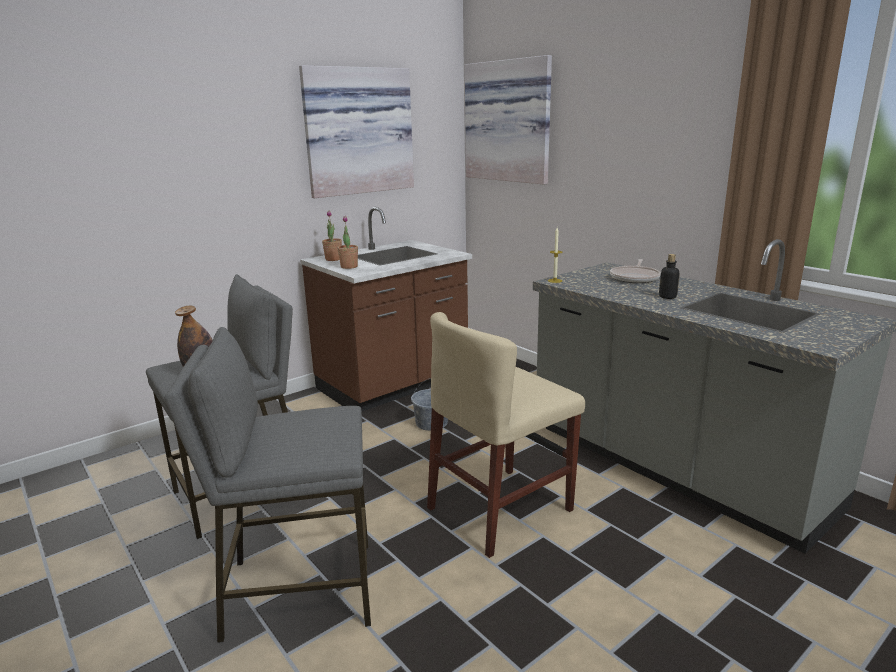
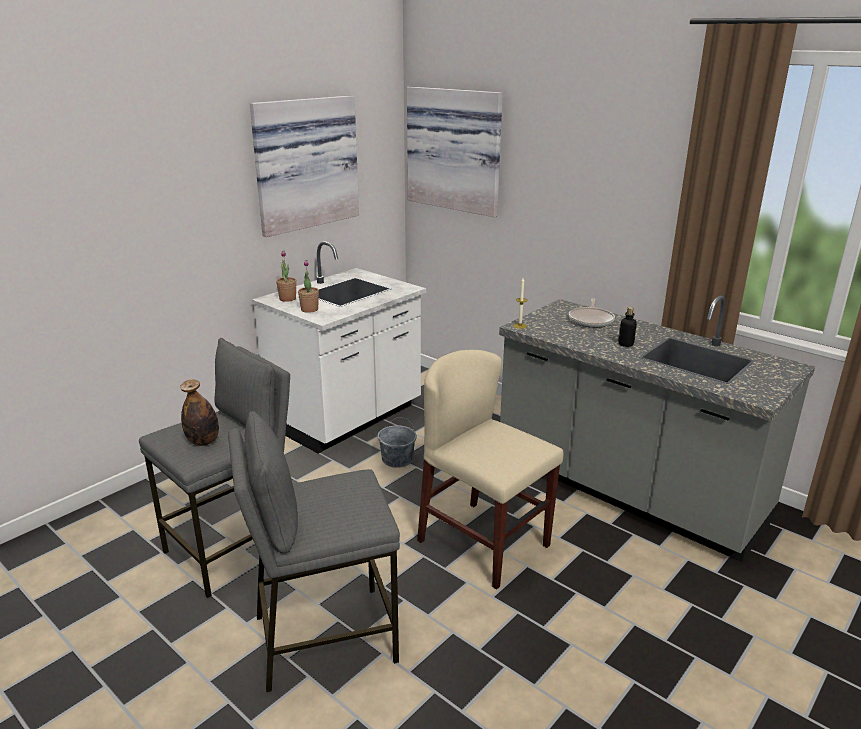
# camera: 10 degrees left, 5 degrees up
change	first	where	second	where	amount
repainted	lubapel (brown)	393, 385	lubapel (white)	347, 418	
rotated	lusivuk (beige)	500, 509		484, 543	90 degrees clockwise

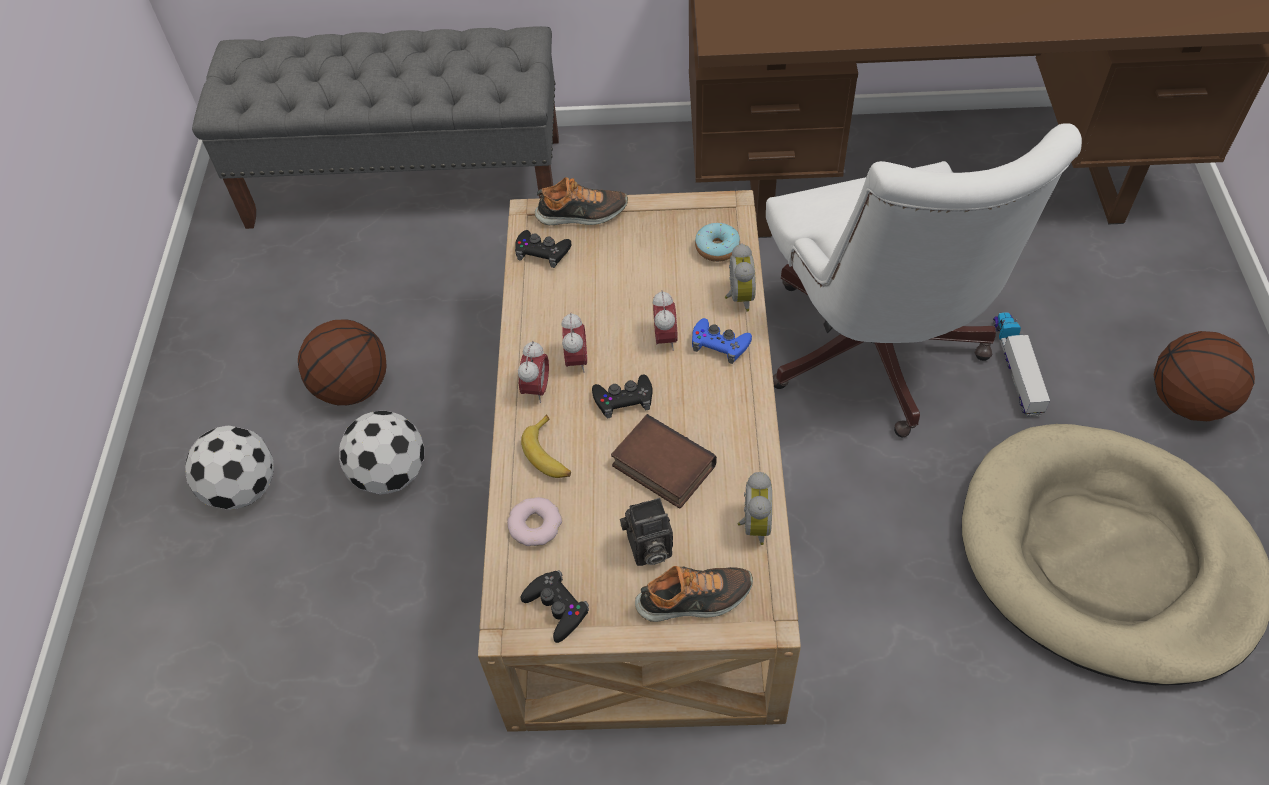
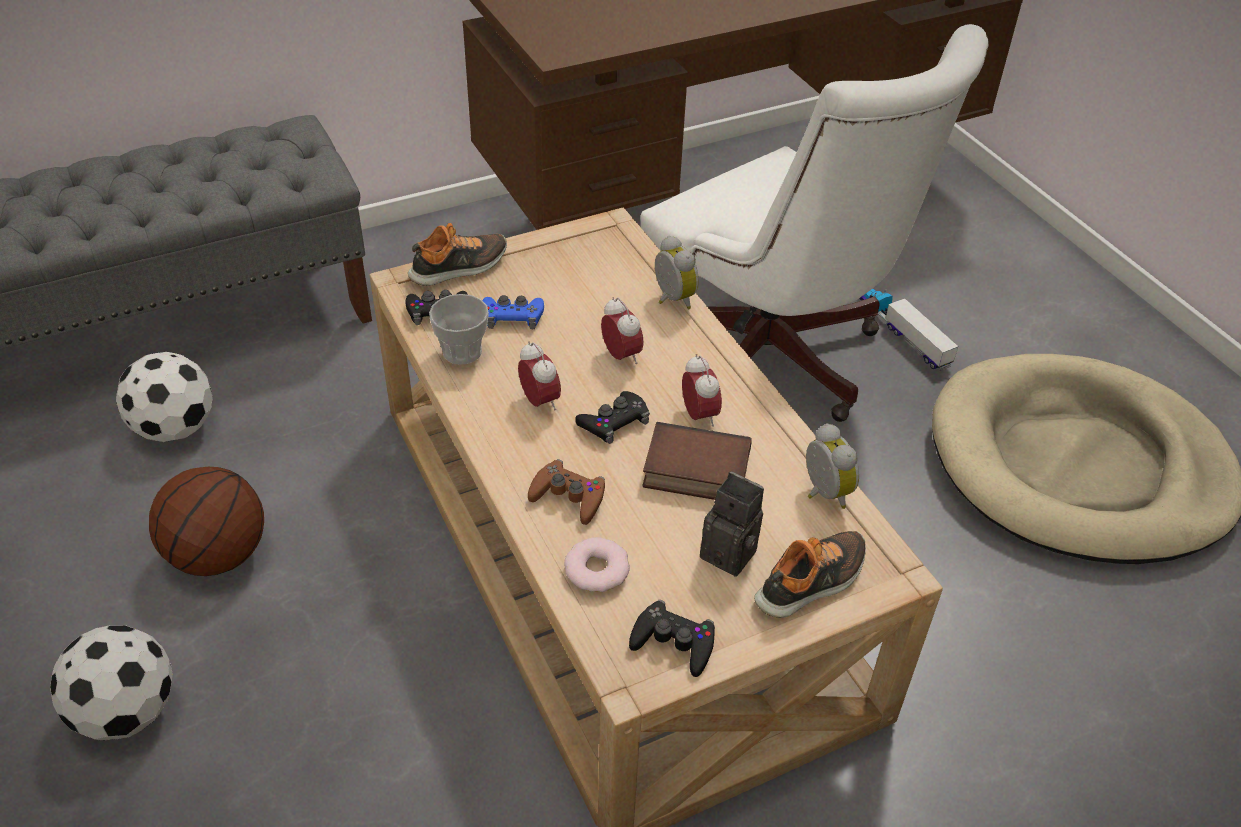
# camera: 30 degrees left, 10 degrees down
change	first	where	second	where	amount
shifted	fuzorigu	391, 473		175, 427	
shifted	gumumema	536, 389		699, 415	
swapped	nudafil	549, 454	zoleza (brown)	568, 497	
rotated	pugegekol	648, 550		732, 553	105 degrees counterclockwise
shifted	zoleza (blue)	720, 344		512, 317	
gone	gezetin	717, 248			
gone	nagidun	1188, 401			
new			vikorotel	462, 351	

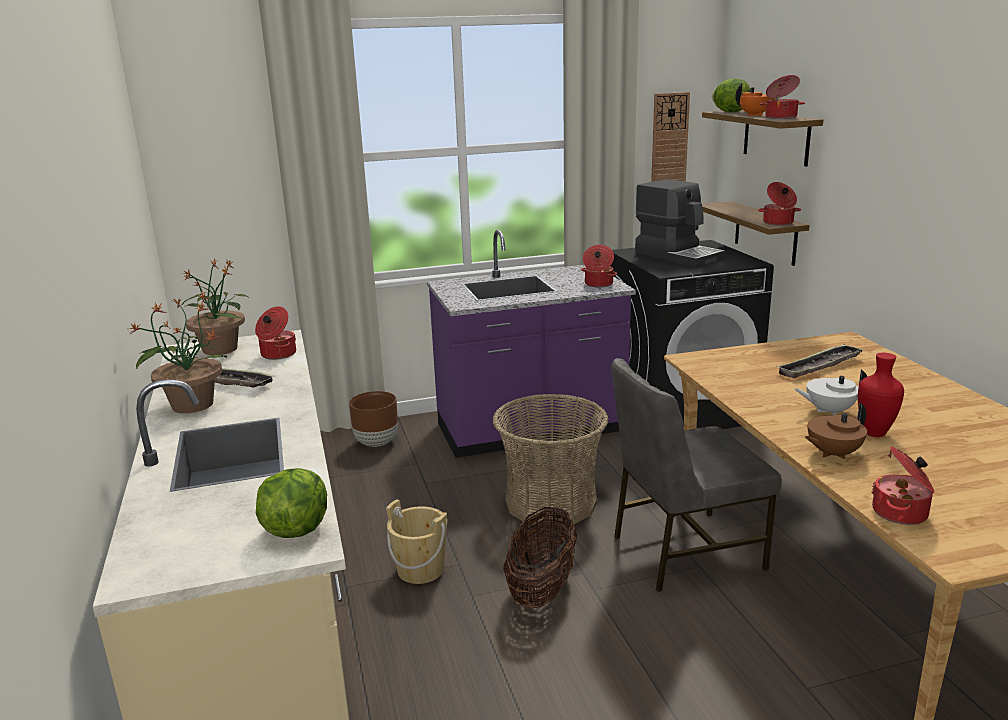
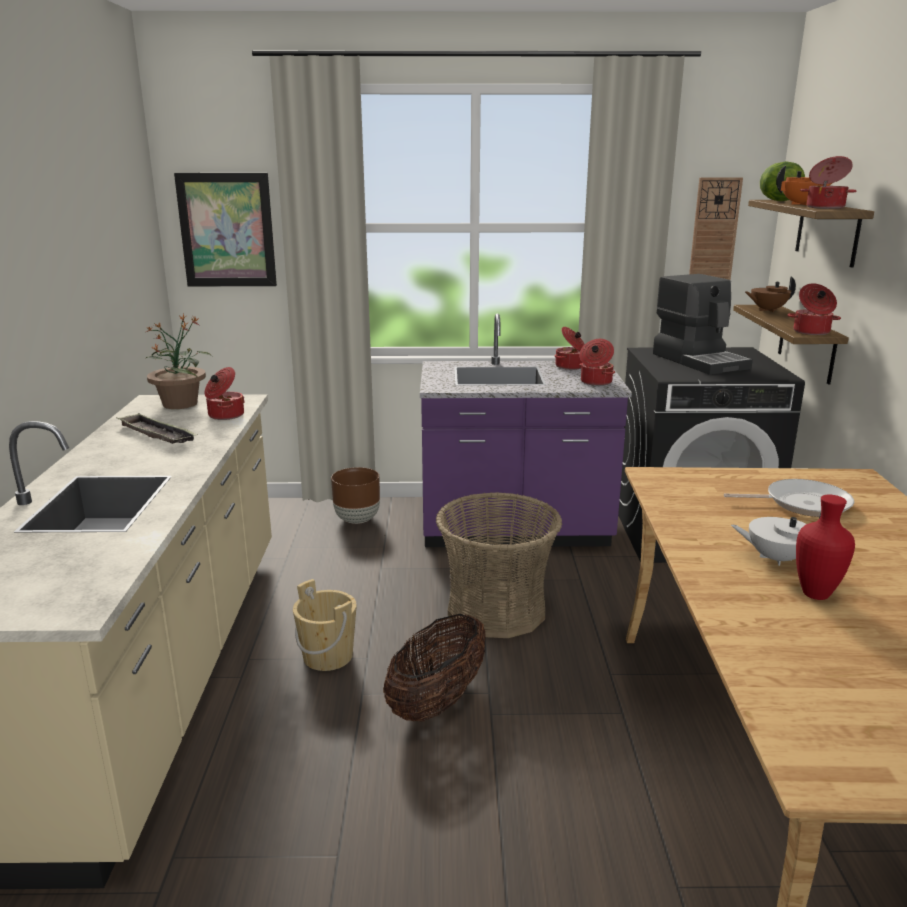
# camera: 15 degrees right, 0 degrees up
change	first	where	second	where	amount
gone	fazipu	191, 404			
gone	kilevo	296, 528			
gone	lusivuk (grey)	684, 551			
swapped	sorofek	820, 366	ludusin	802, 503	
shifted	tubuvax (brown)	832, 453		767, 310	
shifted	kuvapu	901, 513		570, 366	
new			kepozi	227, 230	

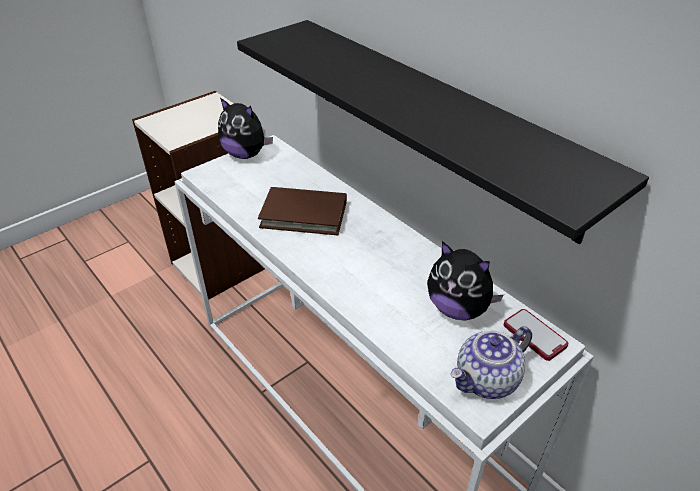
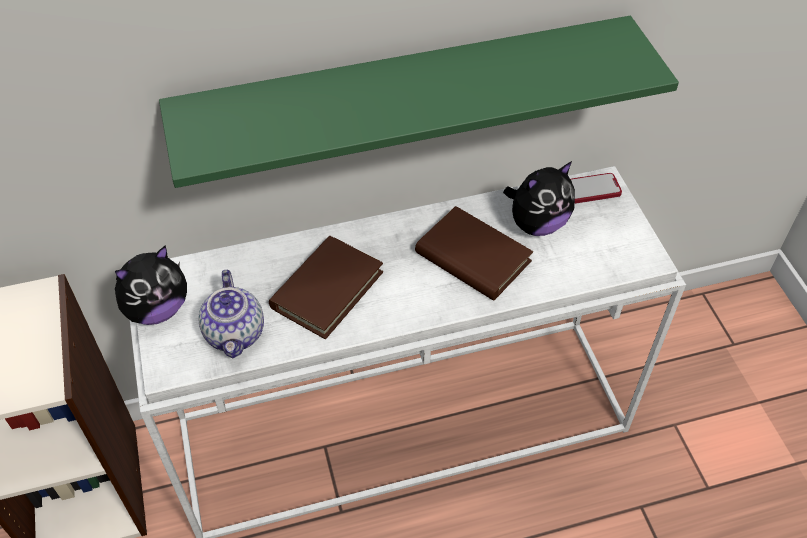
# camera: 65 degrees left, 10 degrees up
change	first	where	second	where	amount
repainted	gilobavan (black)	437, 122	gilobavan (green)	405, 94	
shifted	tubuvax	487, 380		236, 334	
new			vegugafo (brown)	472, 257	

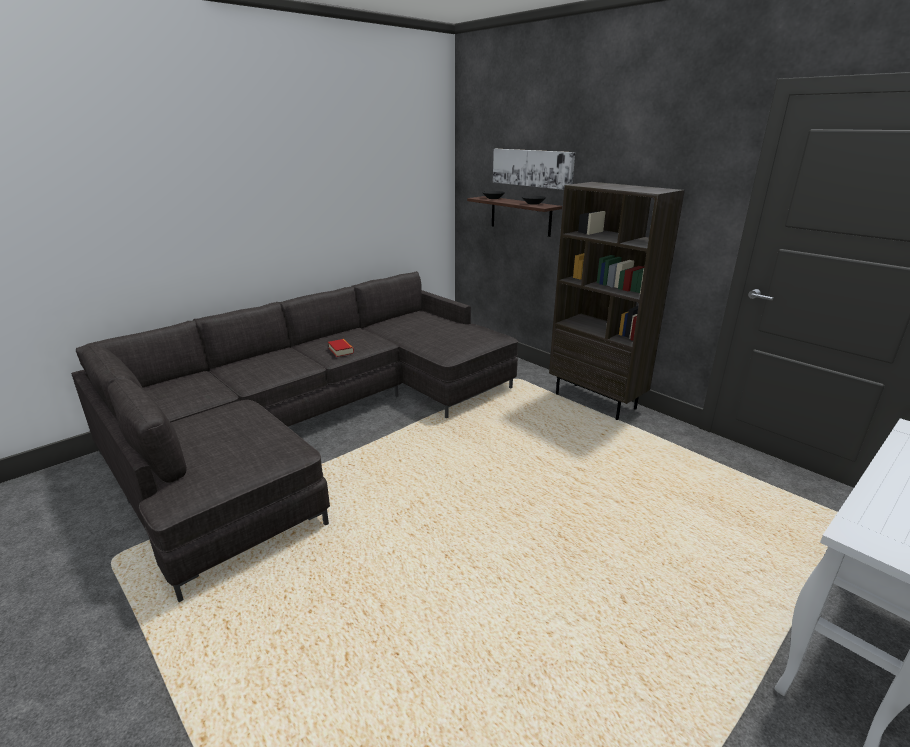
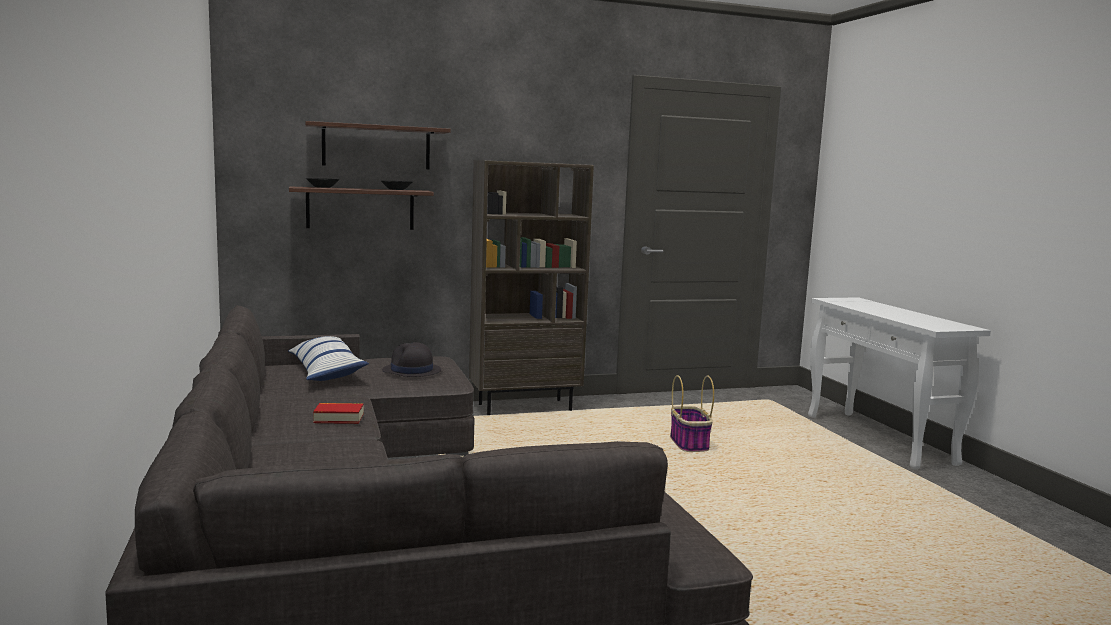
# camera: 65 degrees left, 15 degrees down
change	first	where	second	where	amount
swapped	kepozi	532, 168	gilobavan	376, 146	
new			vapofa	326, 371	
new			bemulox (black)	411, 371	
new			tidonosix	689, 444	

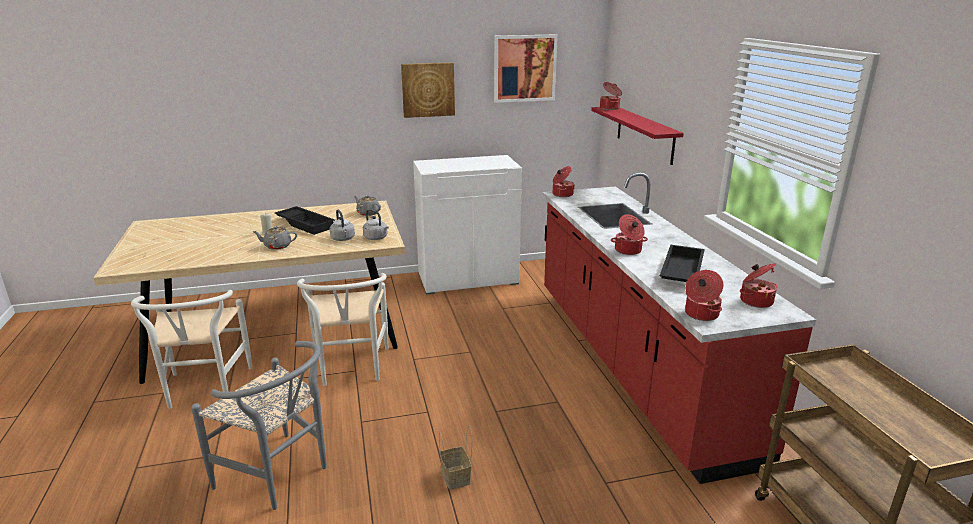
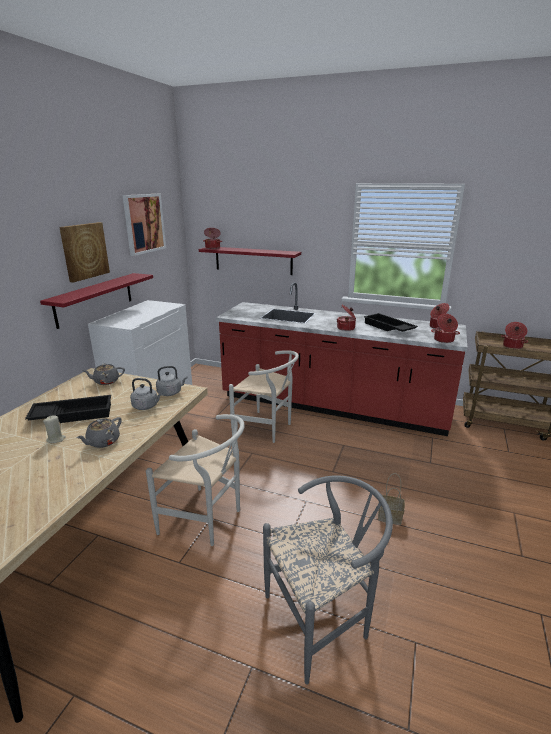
# camera: 55 degrees left, 0 degrees up
change	first	where	second	where	amount
shifted	lusivuk (white)	204, 391		267, 429	
shifted	kuvapu	562, 194		512, 346	
new			gilobavan (red)	95, 299	

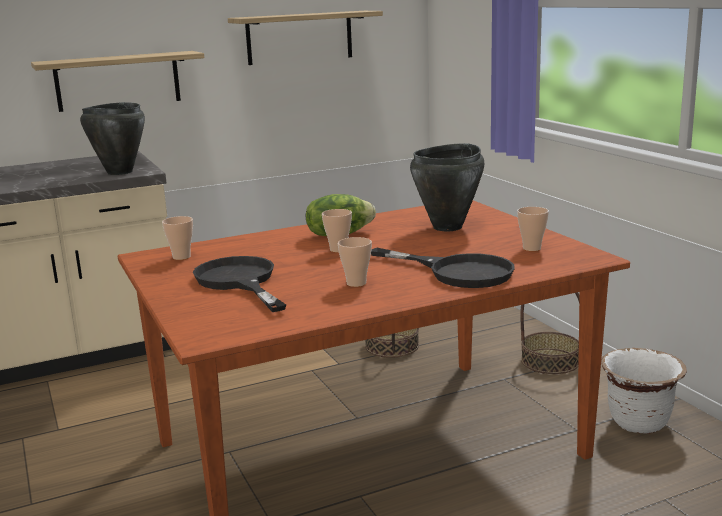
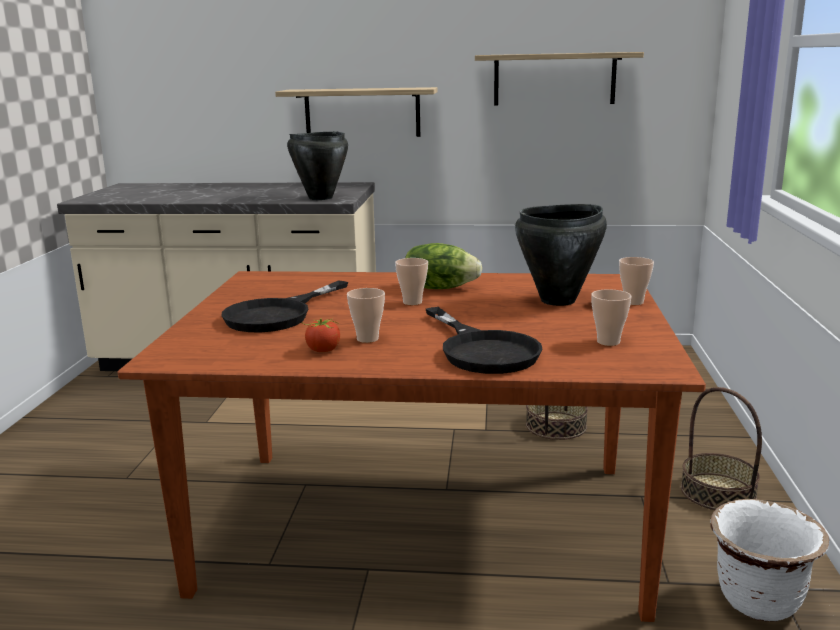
# camera: 30 degrees right, 0 degrees up
change	first	where	second	where	amount
shifted	vikorotel	181, 257		633, 302	
rotated	ludusin (black)	239, 281		278, 314	150 degrees counterclockwise
new			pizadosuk	323, 350	

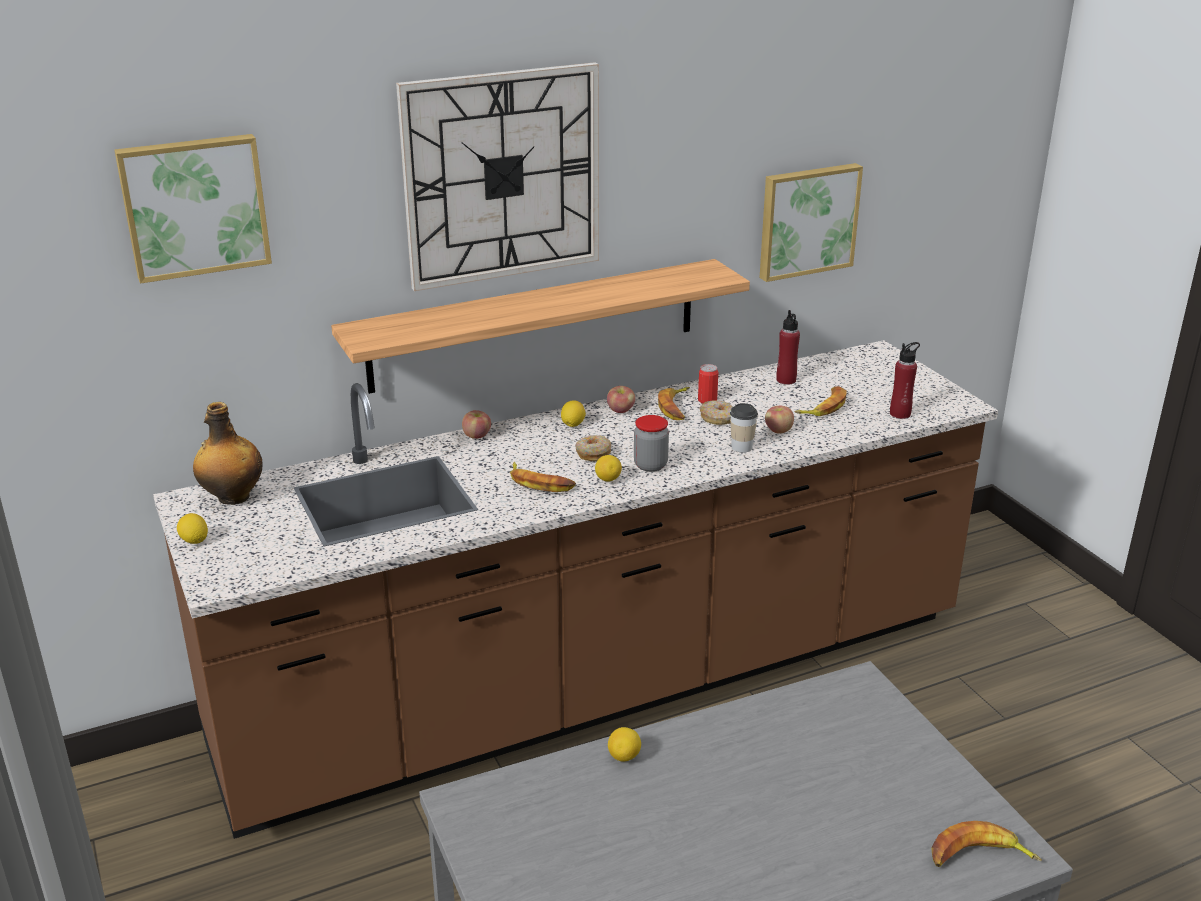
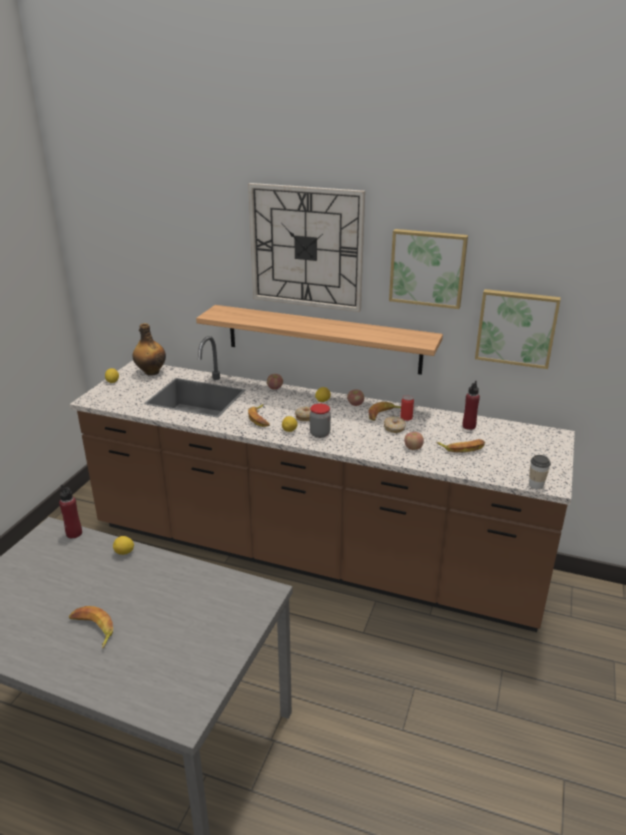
# camera: 45 degrees right, 0 degrees up
change	first	where	second	where	amount
shifted	kepozi	194, 206		428, 268	
shifted	vikorotel	741, 447		536, 484	
shifted	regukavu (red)	900, 414		74, 533	
shifted	nudafil	979, 857		92, 629	

